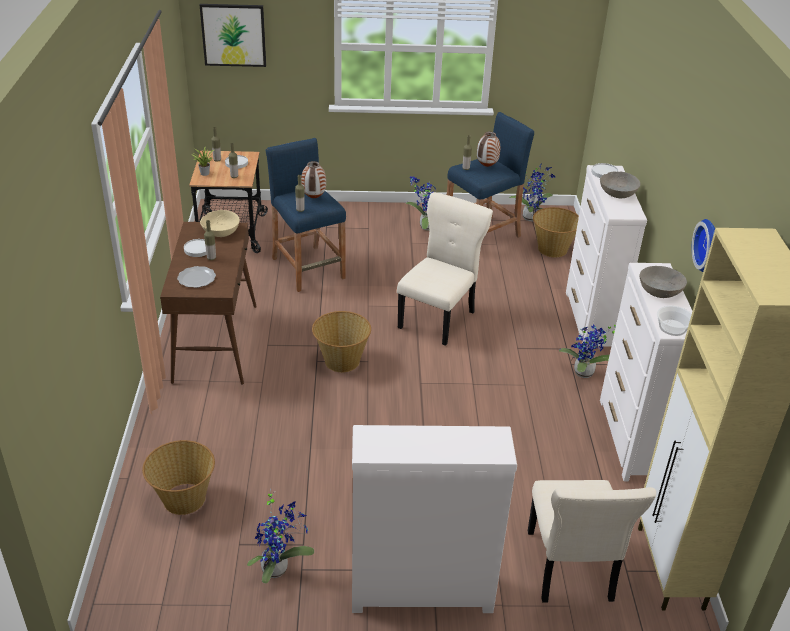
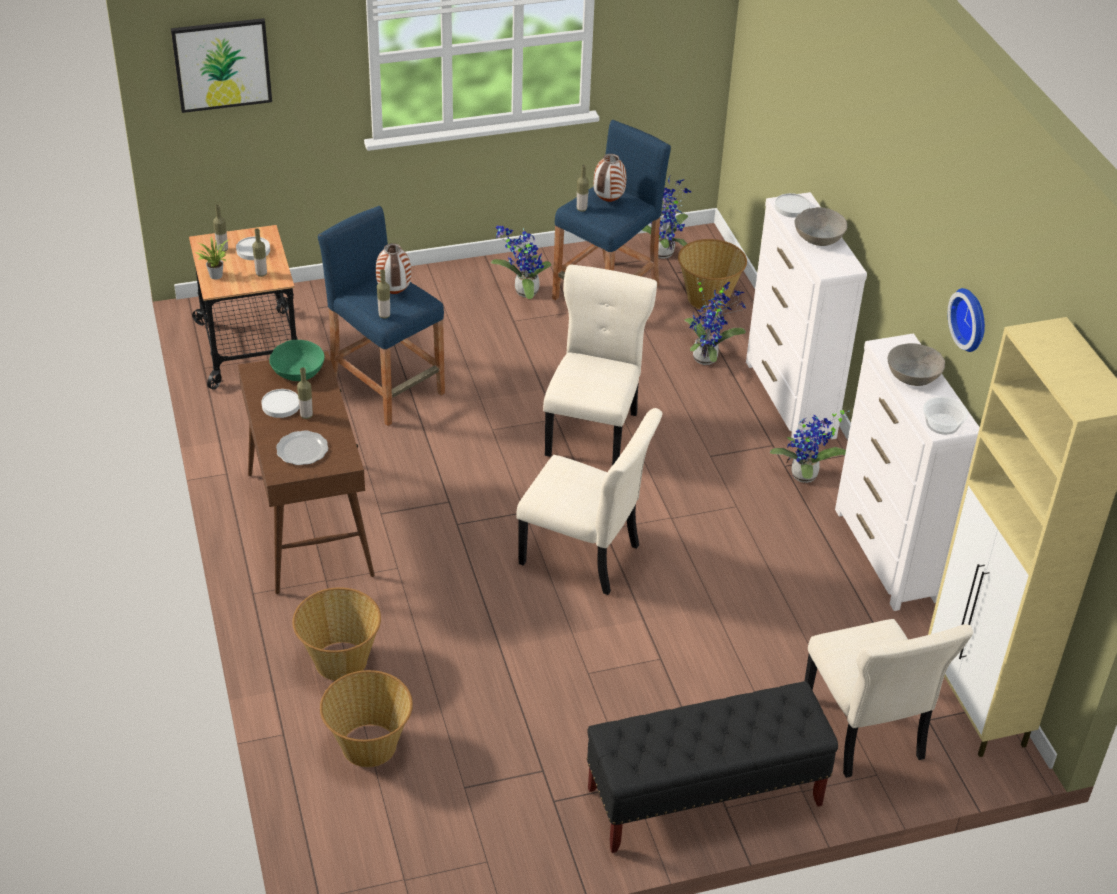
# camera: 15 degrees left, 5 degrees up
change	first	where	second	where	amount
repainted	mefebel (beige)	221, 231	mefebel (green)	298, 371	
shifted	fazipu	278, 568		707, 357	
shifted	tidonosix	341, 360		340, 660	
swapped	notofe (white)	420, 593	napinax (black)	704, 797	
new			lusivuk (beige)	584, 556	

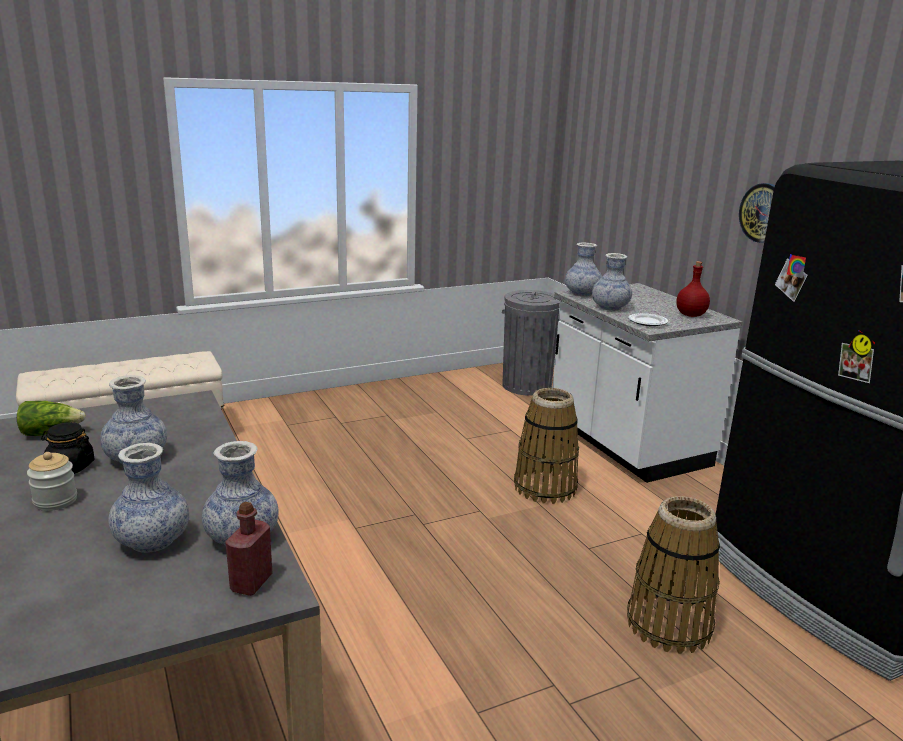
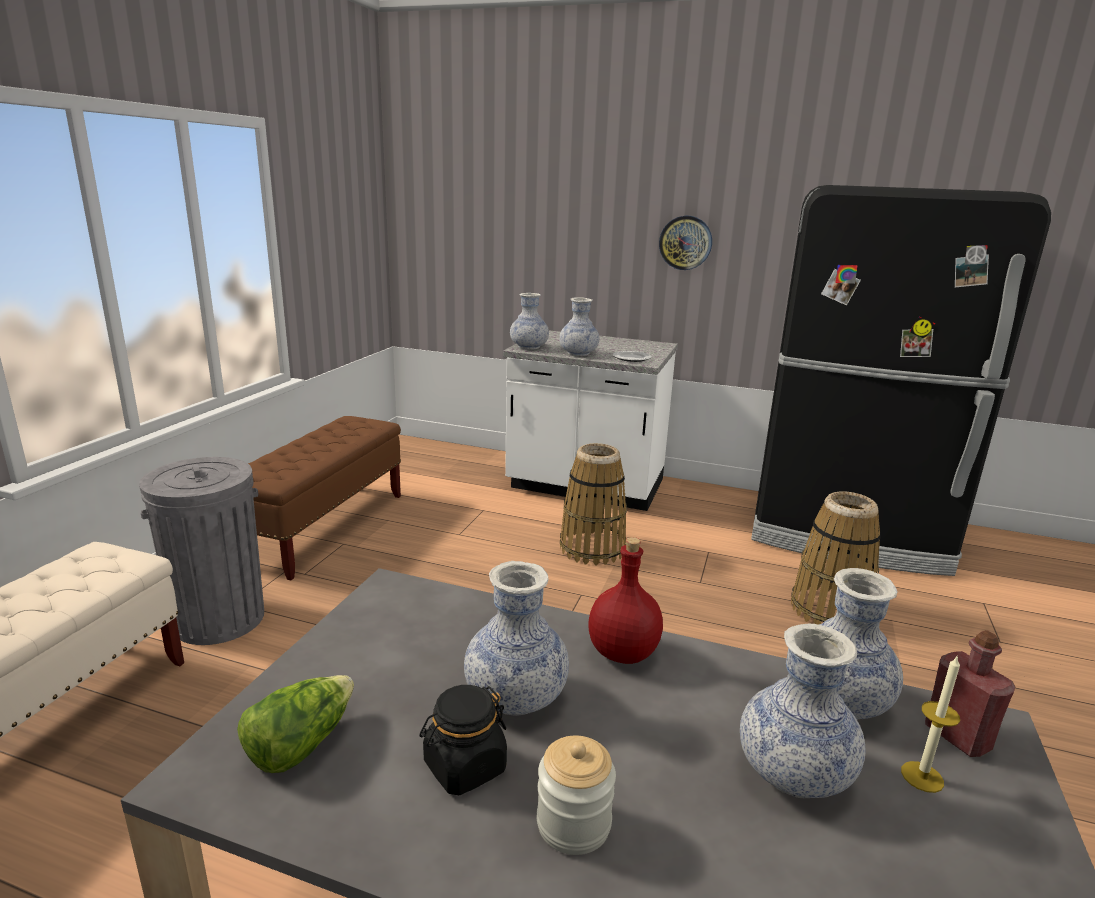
# camera: 45 degrees left, 0 degrees up
change	first	where	second	where	amount
shifted	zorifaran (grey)	526, 386		219, 619	
shifted	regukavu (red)	691, 315		624, 653	
new			napinax (brown)	323, 528	
new			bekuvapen	922, 776	

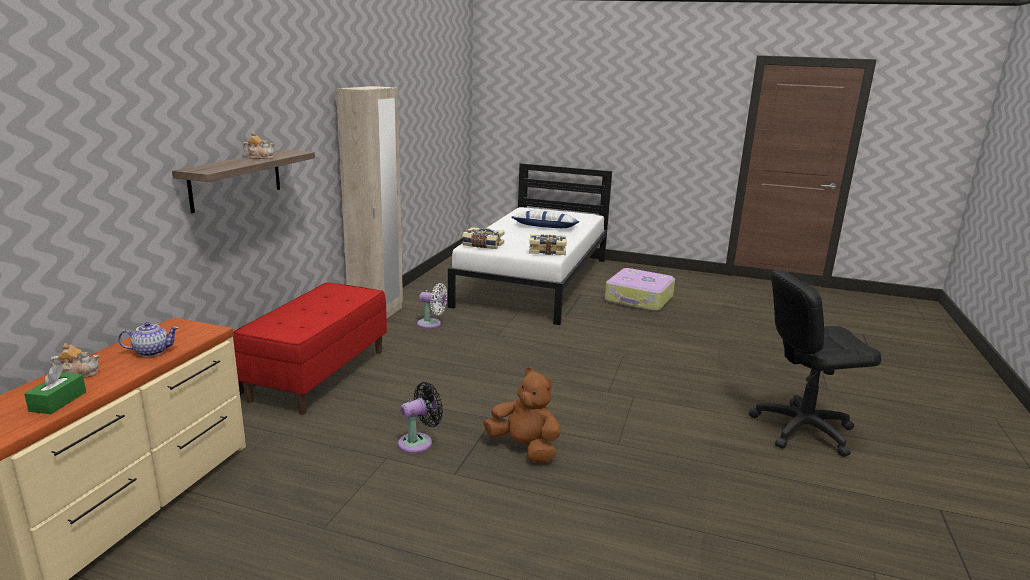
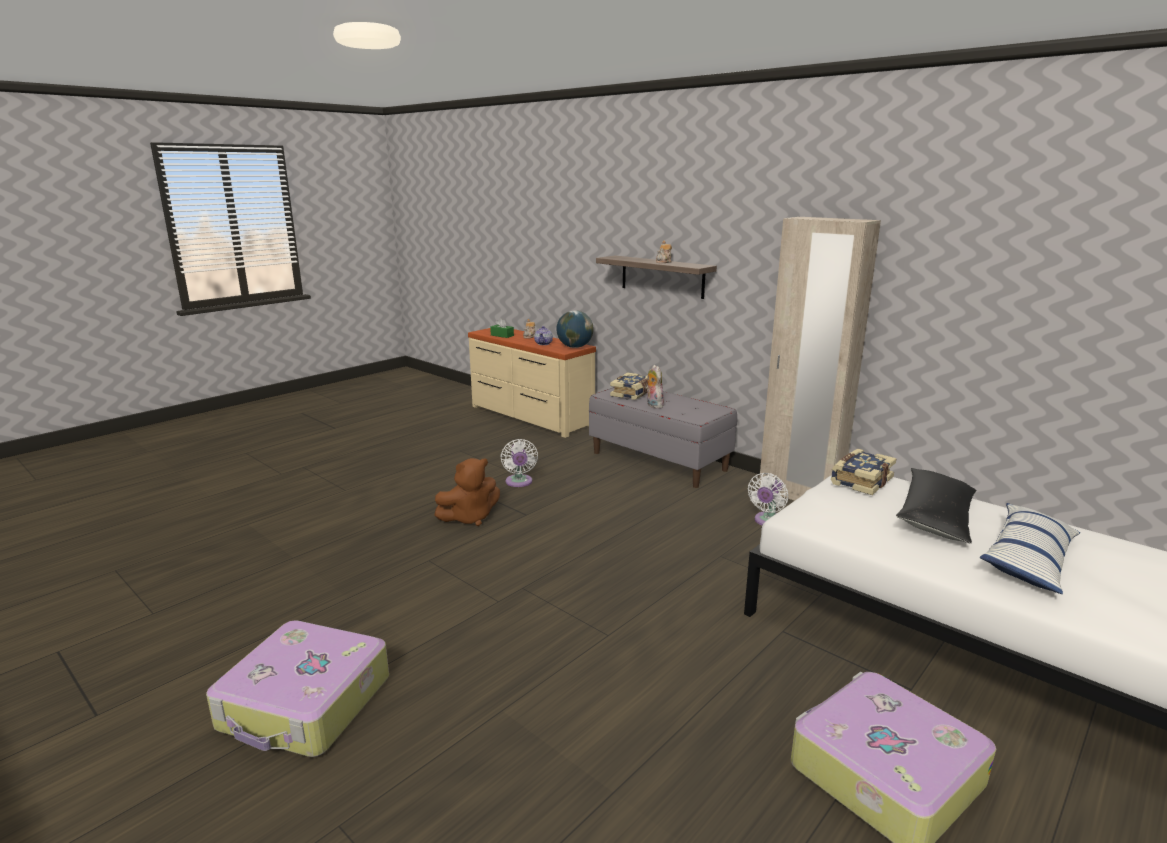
# camera: 115 degrees right, 0 degrees up
change	first	where	second	where	amount
repainted	napinax (red)	319, 374	napinax (grey)	659, 461	
repainted	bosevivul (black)	419, 442	bosevivul (white)	519, 482	
shifted	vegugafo	547, 251		632, 393	
swapped	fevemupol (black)	802, 429	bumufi	305, 704	
new			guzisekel	574, 347	
new			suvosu	653, 405	
new			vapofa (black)	935, 516	

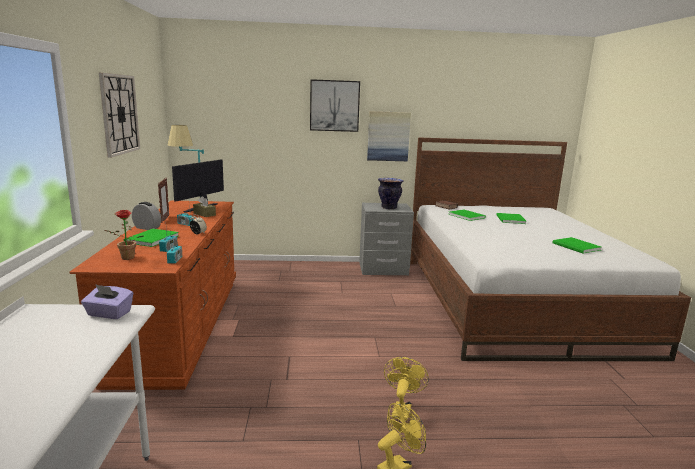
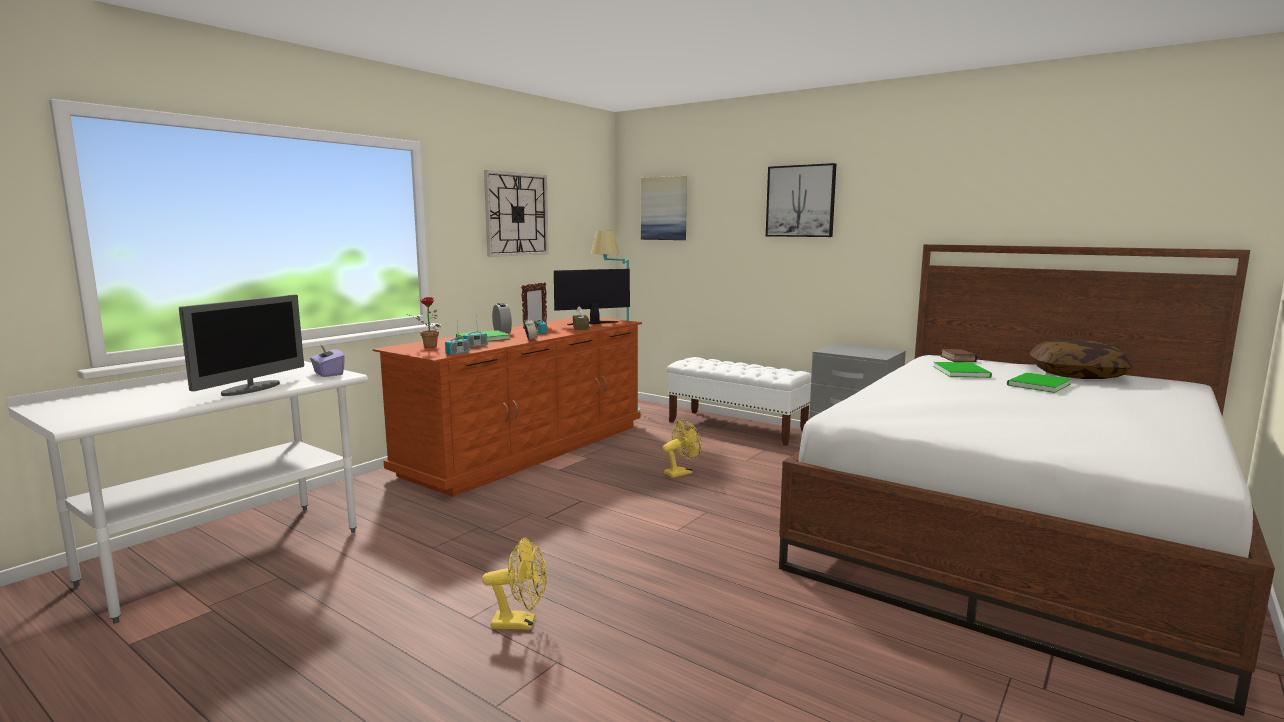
# camera: 40 degrees right, 5 degrees down
change	first	where	second	where	amount
shifted	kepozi	388, 136		664, 208	
gone	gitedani	389, 207			
shifted	bosevivul (yellow)	402, 409		681, 472	
gone	vegugafo (green)	576, 247			
new			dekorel	252, 388	
new			napinax (white)	736, 427	
new			vapofa	1076, 375	

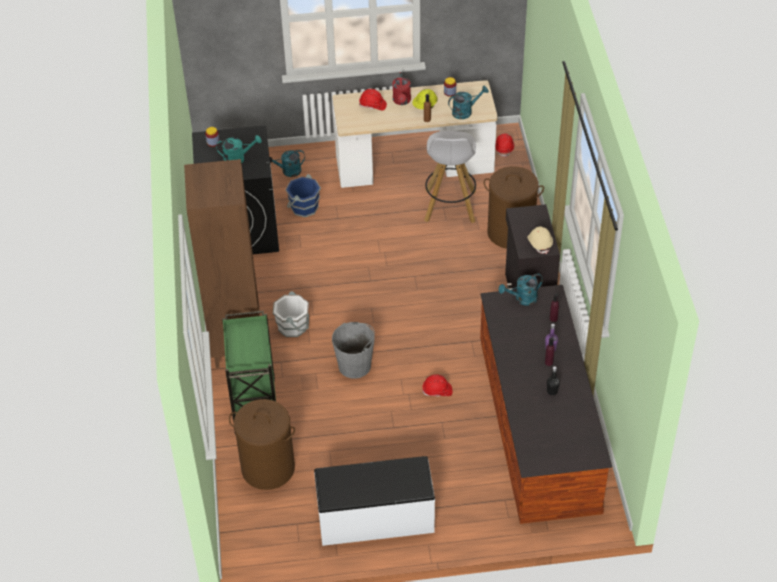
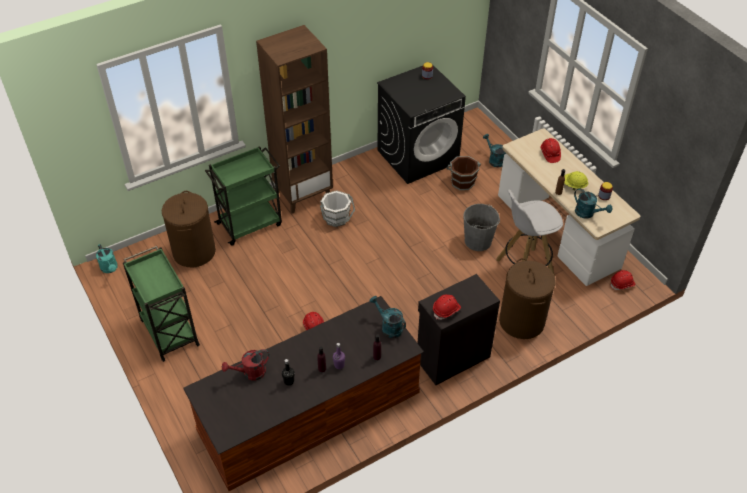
# camera: 65 degrees right, 0 degrees up
change	first	where	second	where	amount
shifted	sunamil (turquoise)	238, 159		110, 269	
repainted	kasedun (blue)	303, 207	kasedun (brown)	462, 182	
swapped	napinax (white)	375, 519	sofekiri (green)	169, 331	
shifted	kasedun (grey)	355, 365		478, 241	
shifted	sunamil (red)	402, 101		250, 373	
repainted	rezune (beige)	539, 243	rezune (red)	446, 310	

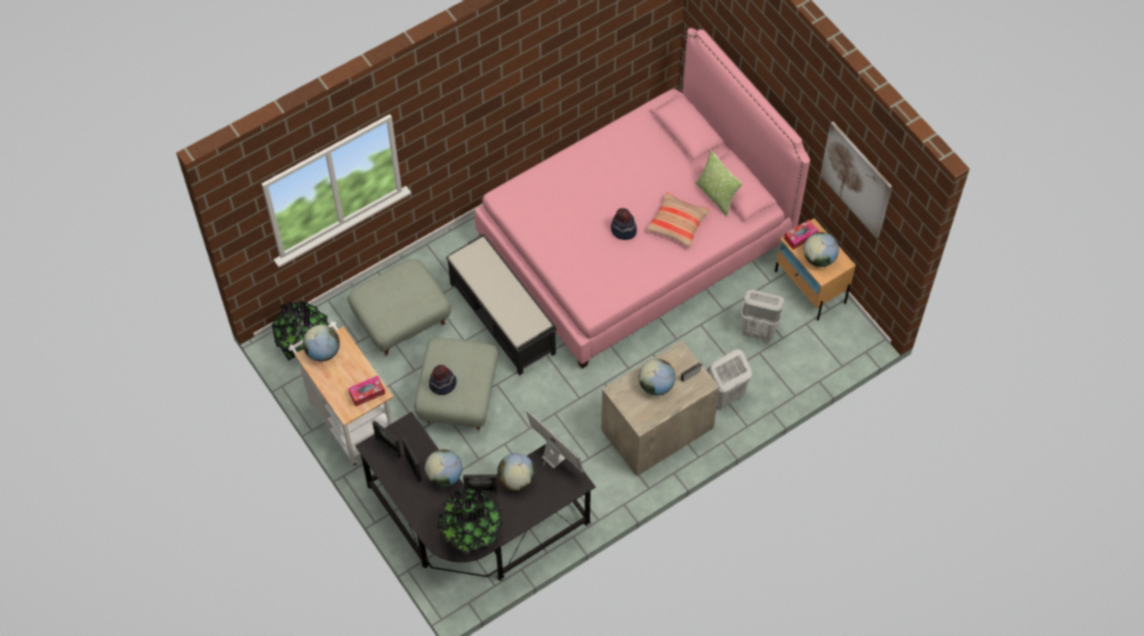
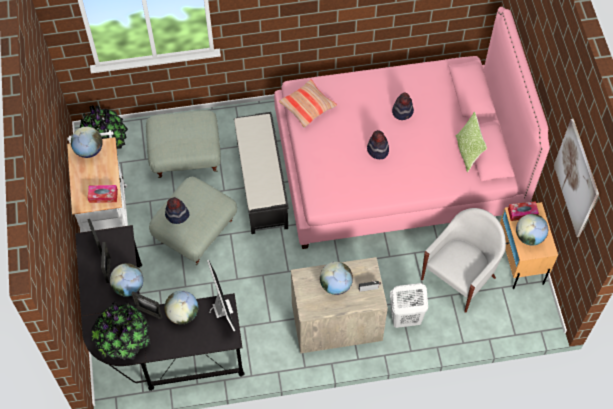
# camera: 25 degrees right, 0 degrees up
change	first	where	second	where	amount
shifted	vapofa	677, 223		307, 106	
swapped	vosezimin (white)	758, 331	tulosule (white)	459, 277	
new			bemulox	402, 111	

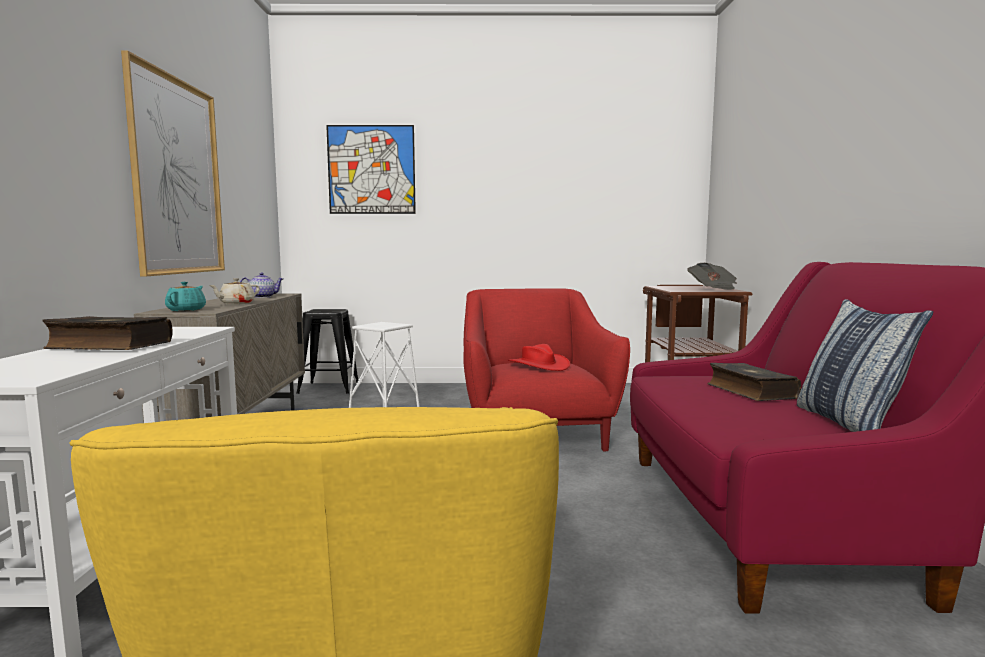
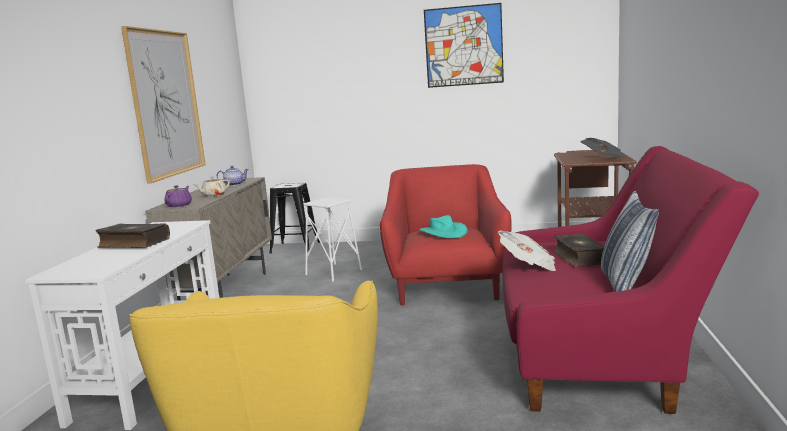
# camera: 10 degrees right, 5 degrees up
change	first	where	second	where	amount
repainted	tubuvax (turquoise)	187, 310	tubuvax (purple)	179, 205	
shifted	kepozi	371, 169		463, 46	
repainted	bemulox (red)	538, 365	bemulox (turquoise)	443, 232	
new			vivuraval	528, 265	

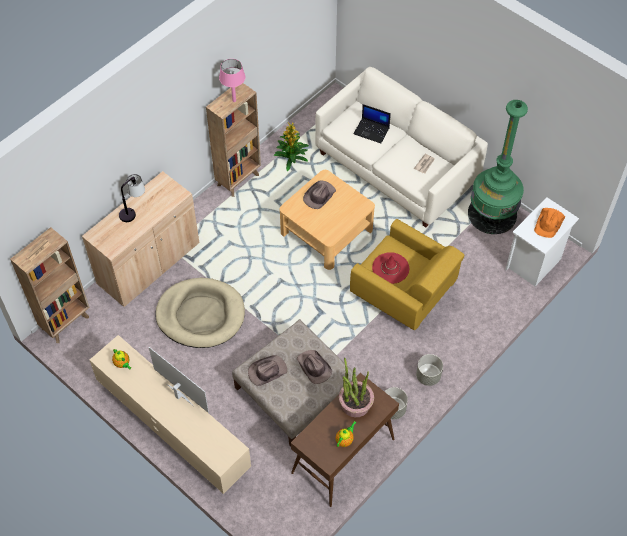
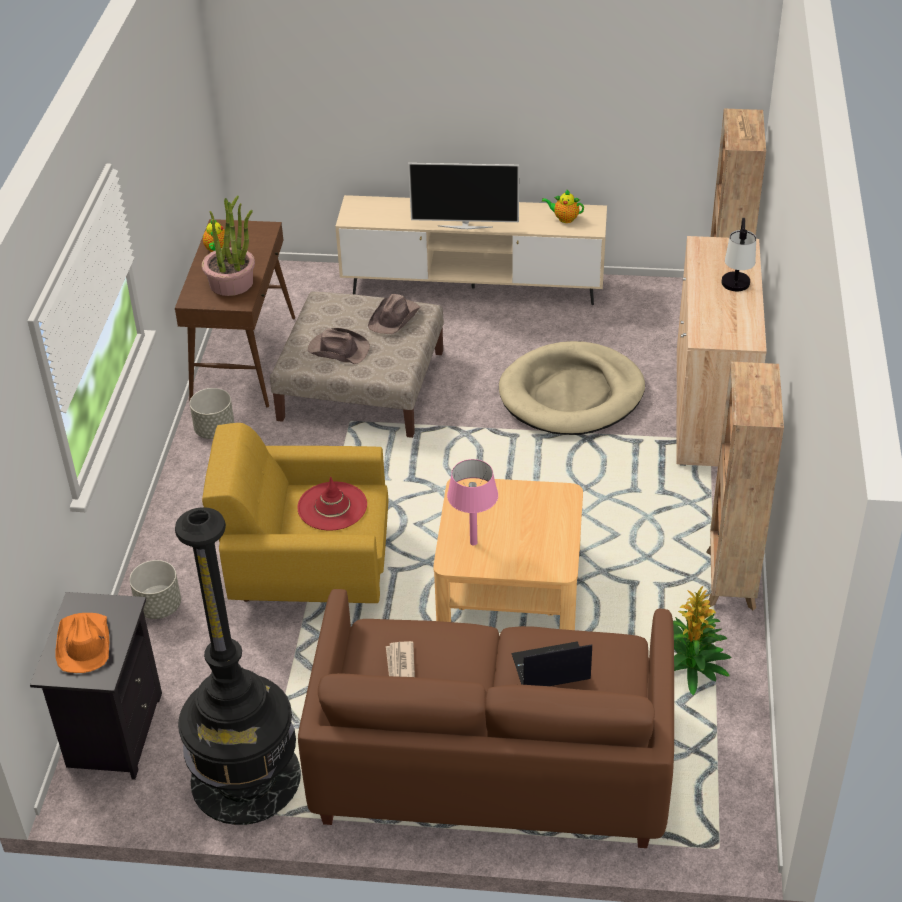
# camera: 145 degrees right, 15 degrees down
change	first	where	second	where	amount
shifted	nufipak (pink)	234, 100		473, 542	
gone	bemulox (brown)	319, 196			
repainted	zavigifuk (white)	397, 167	zavigifuk (brown)	490, 762	
shifted	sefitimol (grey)	428, 376		159, 607	
repainted	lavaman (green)	492, 214	lavaman (black)	245, 778	
repainted	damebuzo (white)	534, 263	damebuzo (black)	113, 731	

